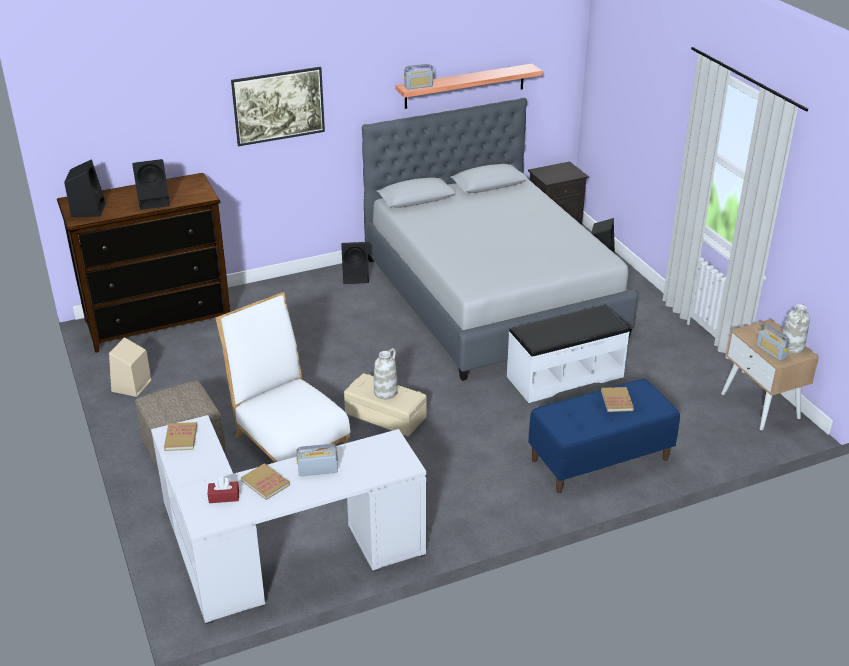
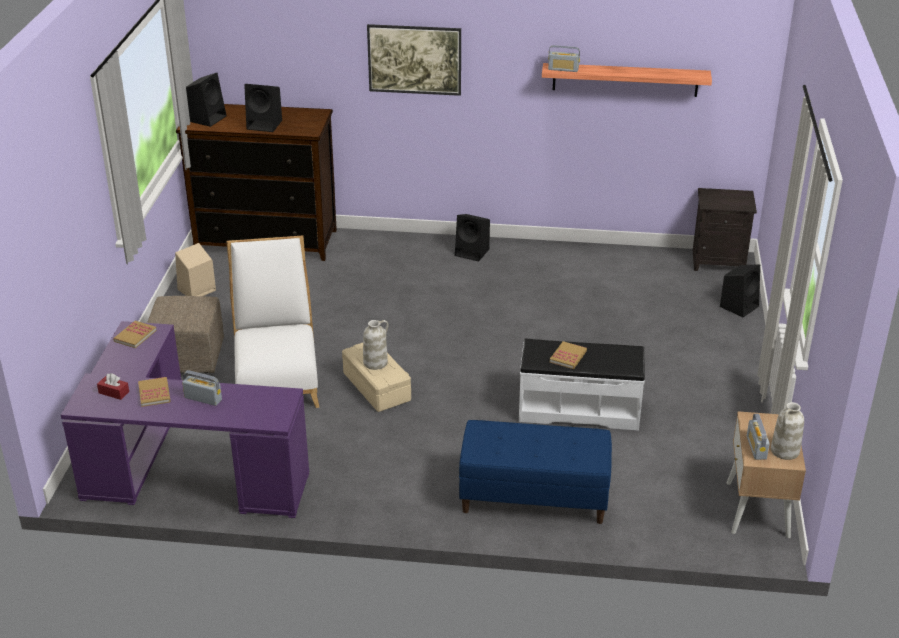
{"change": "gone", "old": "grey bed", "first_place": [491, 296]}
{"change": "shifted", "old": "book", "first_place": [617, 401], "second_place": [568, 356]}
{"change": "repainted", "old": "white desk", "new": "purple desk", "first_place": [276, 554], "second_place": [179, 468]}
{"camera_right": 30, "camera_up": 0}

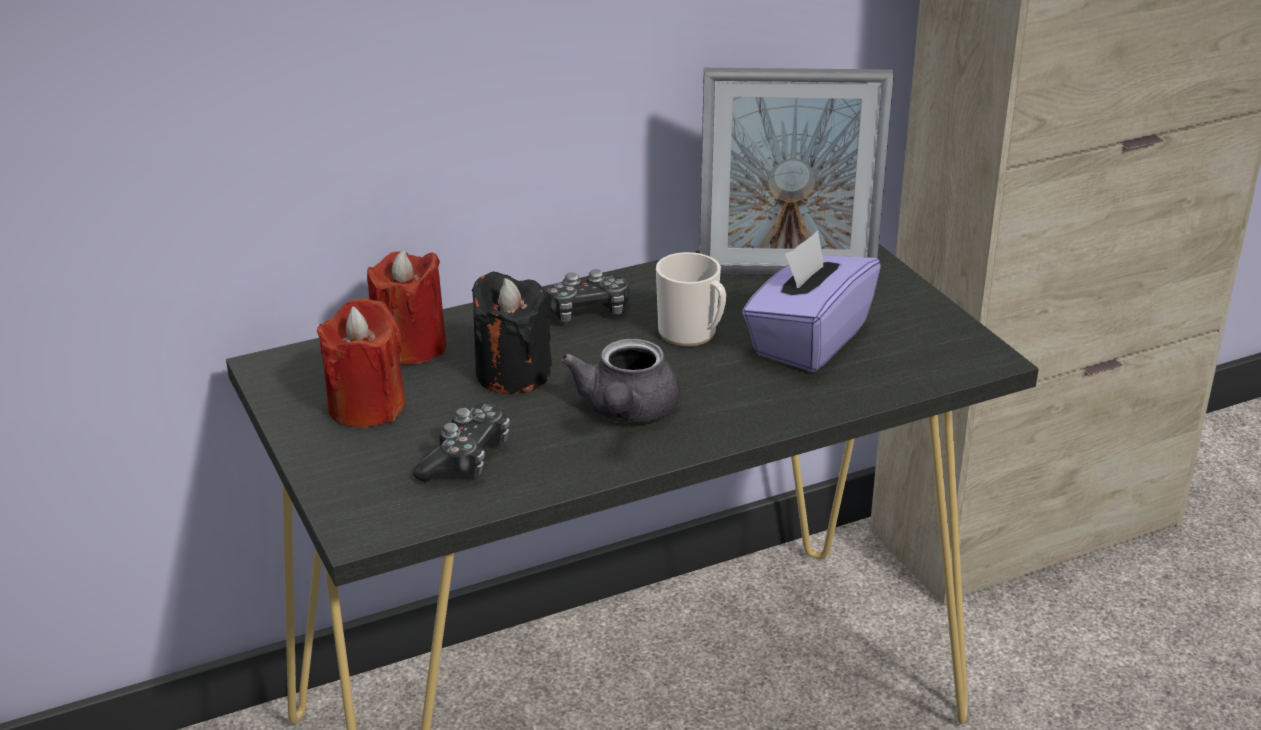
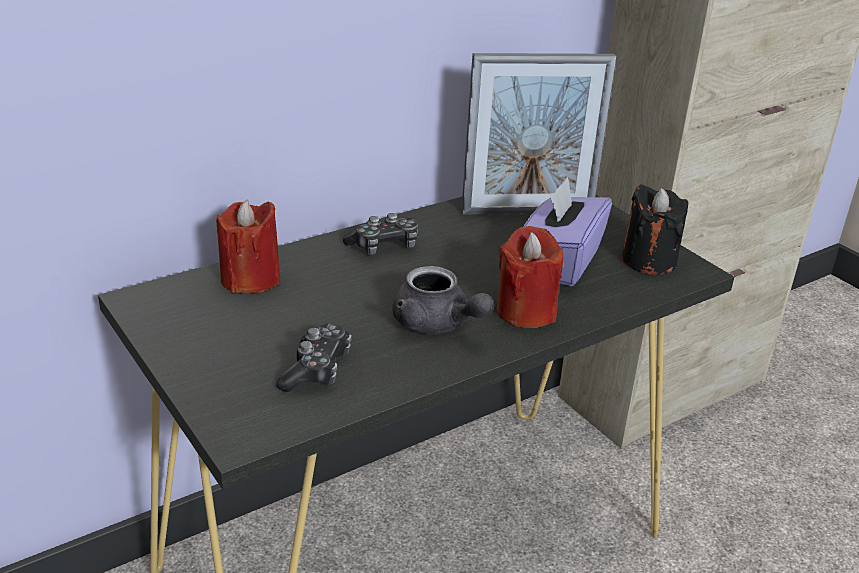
{"change": "gone", "old": "mug", "first_place": [692, 334]}
{"change": "shifted", "old": "red candle", "first_place": [366, 407], "second_place": [526, 311]}
{"change": "shifted", "old": "black candle", "first_place": [513, 374], "second_place": [648, 260]}
{"change": "rotated", "old": "grey teapot", "first_place": [626, 412], "second_place": [437, 324], "degrees": -45}
{"camera_right": -10, "camera_up": 0}

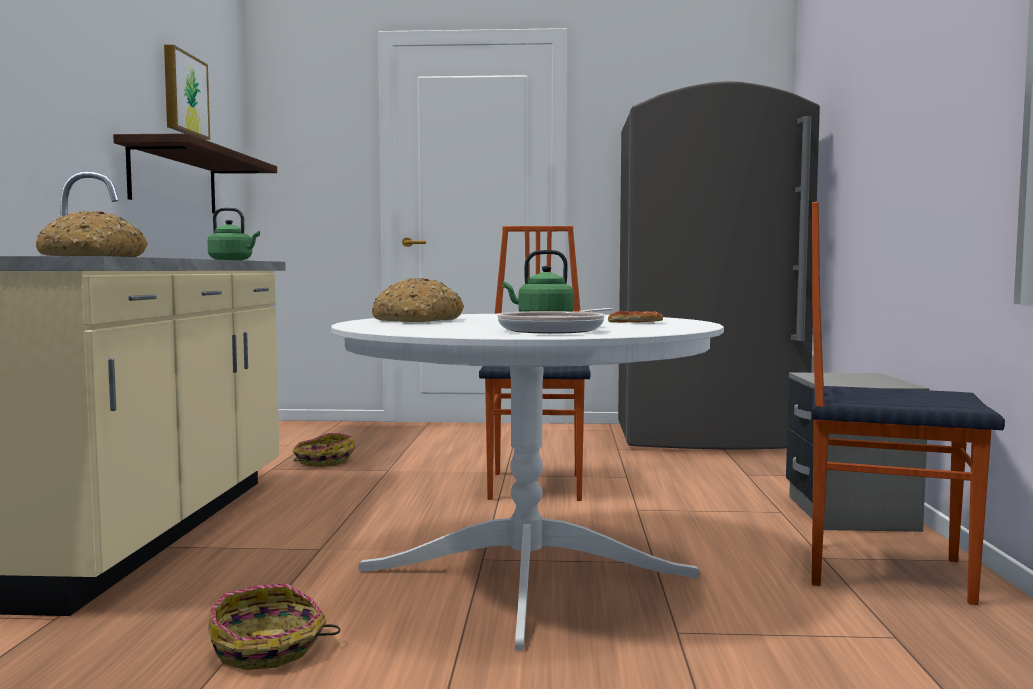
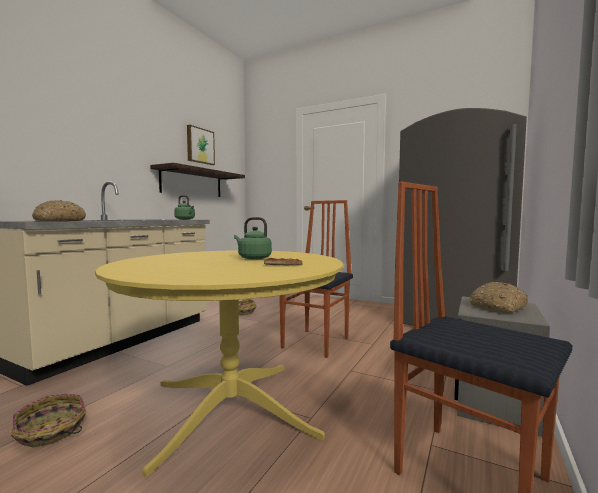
{"change": "gone", "old": "frying pan", "first_place": [556, 330]}
{"change": "shifted", "old": "bread", "first_place": [418, 320], "second_place": [498, 307]}
{"change": "repainted", "old": "white dining table", "new": "yellow dining table", "first_place": [526, 573], "second_place": [230, 408]}
{"camera_right": 25, "camera_up": 0}

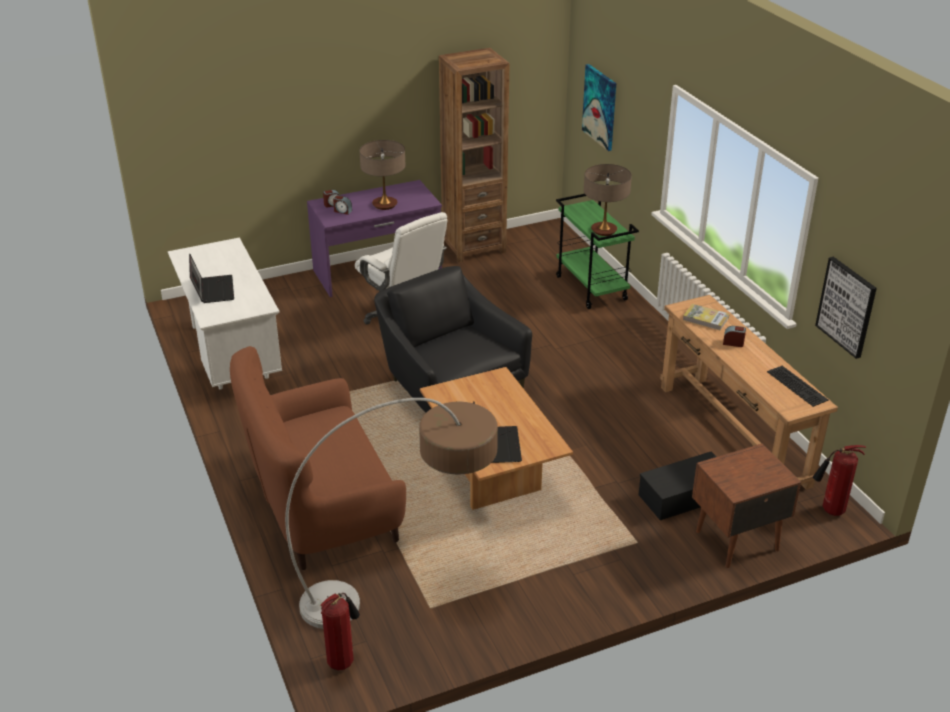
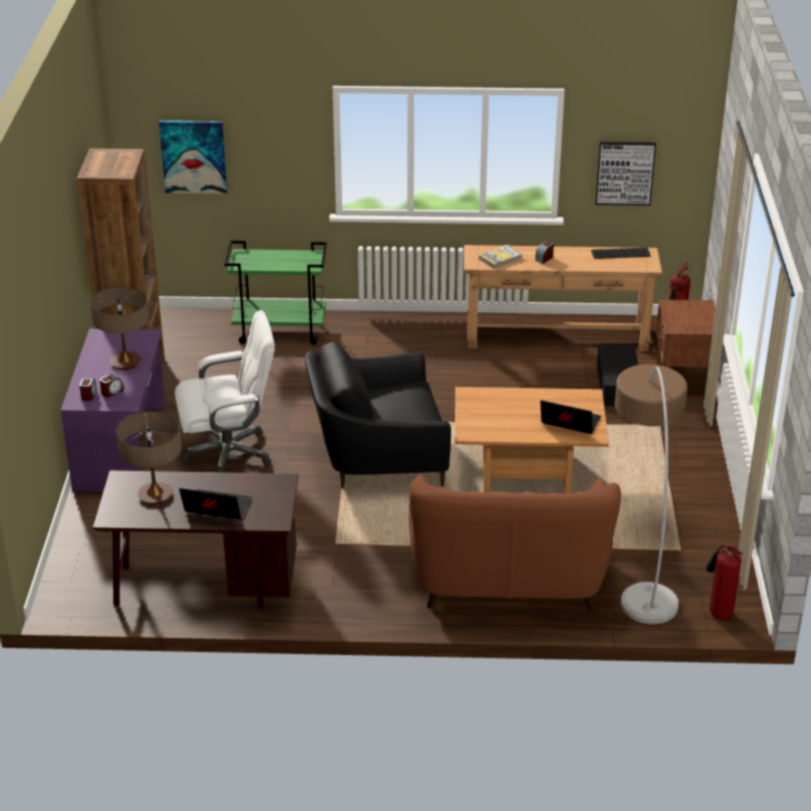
{"change": "shifted", "old": "table lamp", "first_place": [604, 230], "second_place": [155, 495]}
{"change": "repainted", "old": "white desk", "new": "brown desk", "first_place": [231, 357], "second_place": [205, 587]}
{"camera_right": -65, "camera_up": 0}

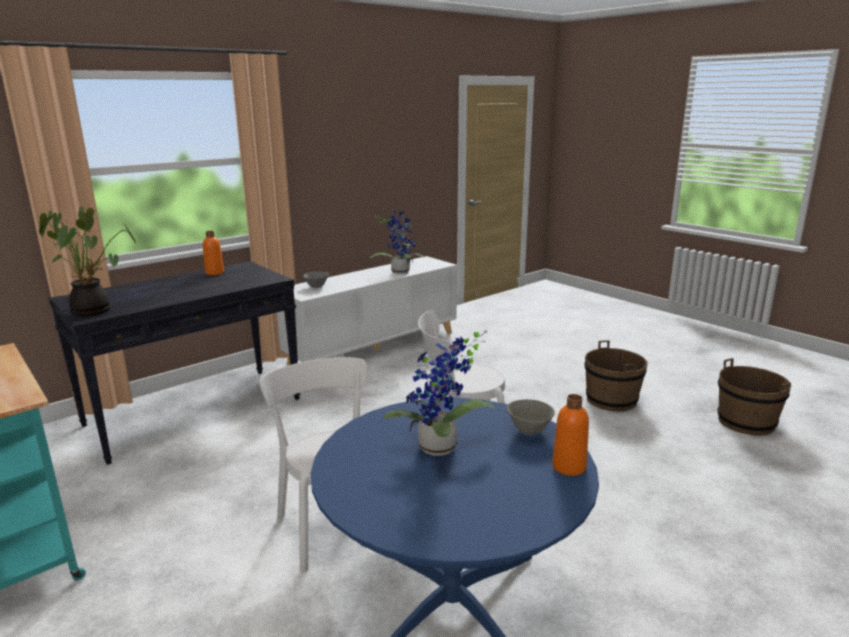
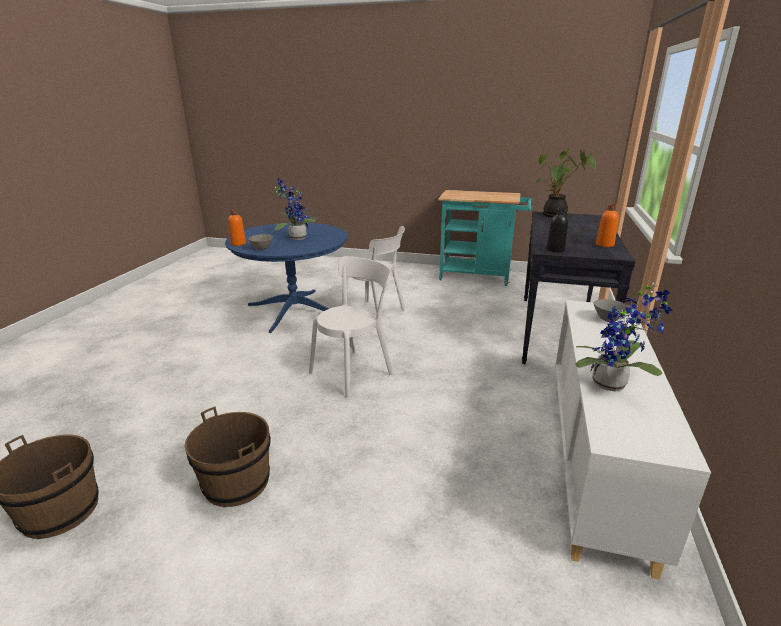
{"change": "new", "new": "black bottle", "second_place": [555, 250]}
{"camera_right": 145, "camera_up": 5}

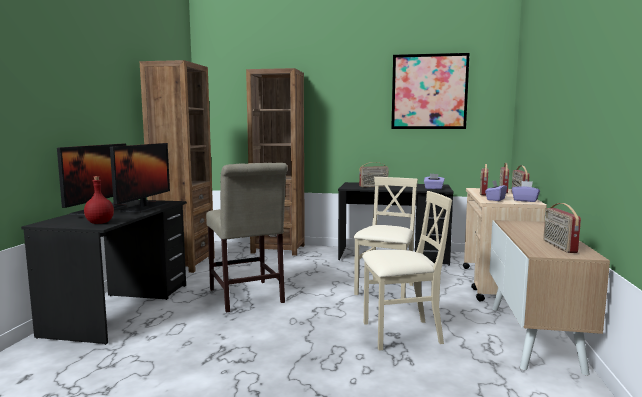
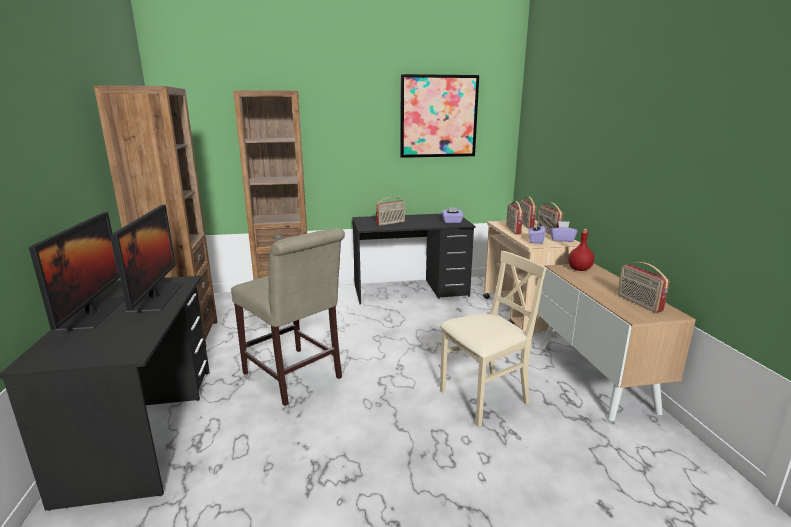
{"change": "gone", "old": "beige chair", "first_place": [386, 290]}
{"change": "shifted", "old": "red bottle", "first_place": [99, 223], "second_place": [579, 269]}
{"camera_right": -20, "camera_up": 10}

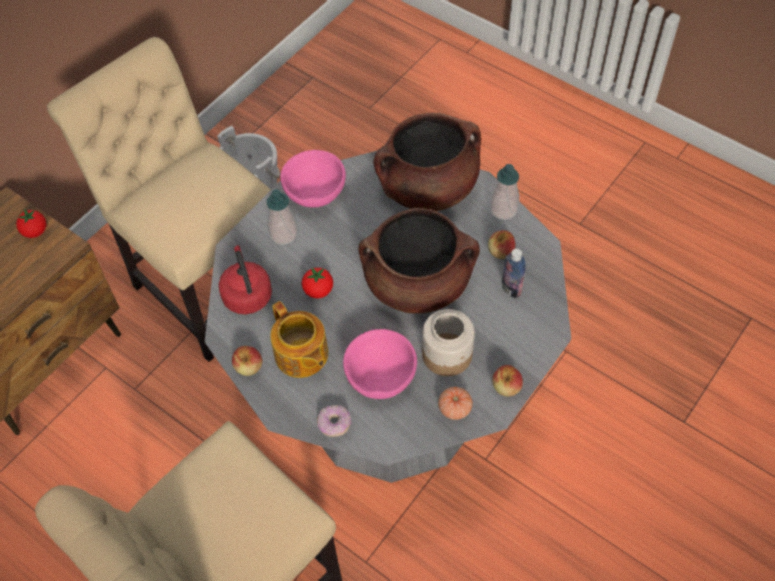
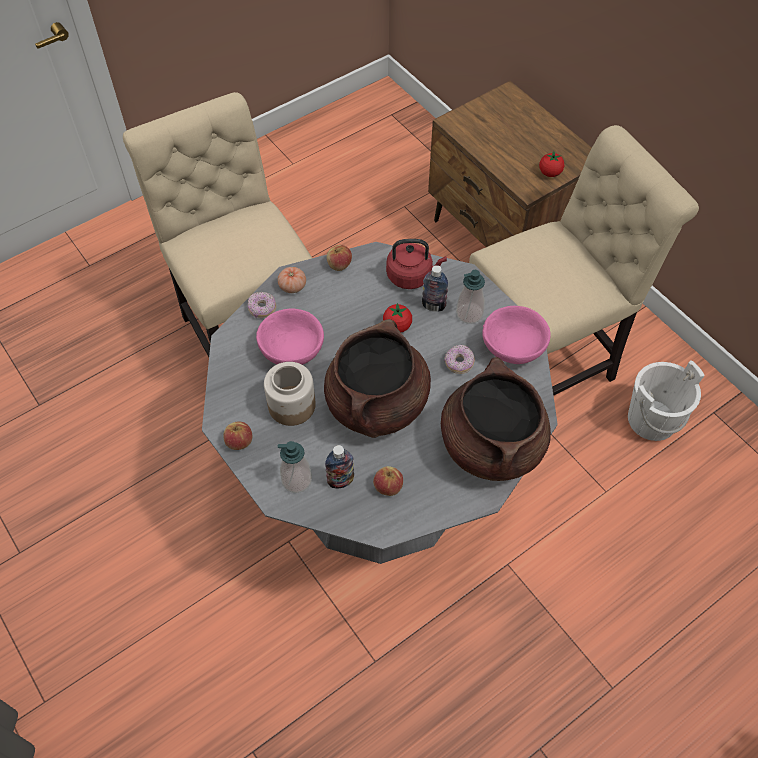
{"change": "gone", "old": "teapot", "first_place": [301, 355]}
{"change": "new", "new": "bottle", "second_place": [433, 306]}
{"change": "new", "new": "donut", "second_place": [459, 363]}
{"change": "shifted", "old": "tomato", "first_place": [454, 408], "second_place": [292, 286]}
{"change": "shifted", "old": "soap dispenser", "first_place": [503, 209], "second_place": [296, 480]}
{"camera_right": 105, "camera_up": 0}

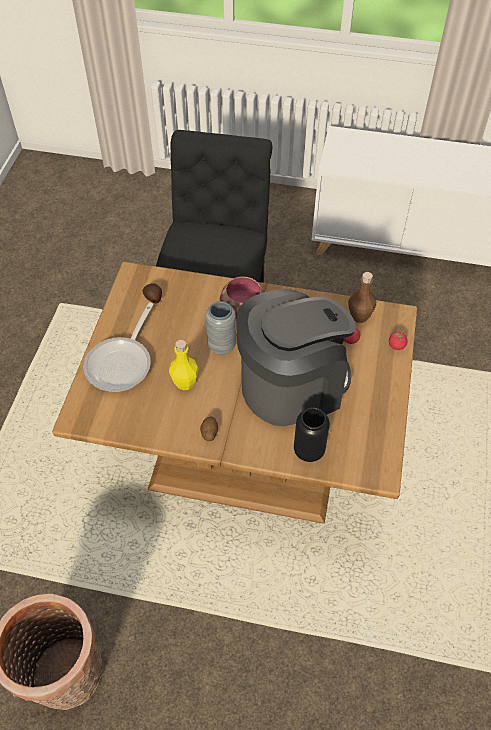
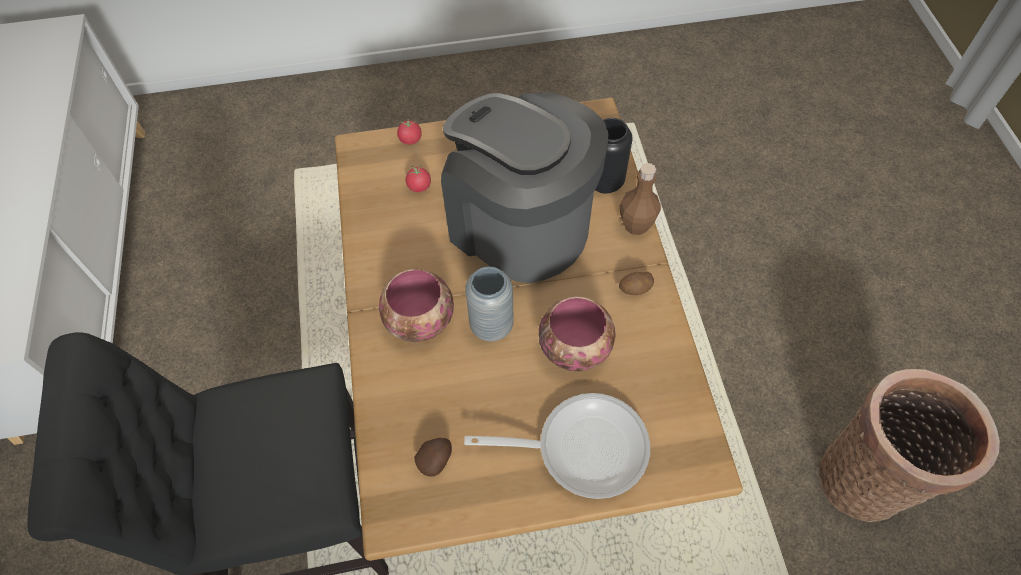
{"change": "shifted", "old": "brown bottle", "first_place": [359, 316], "second_place": [636, 225]}
{"change": "swapped", "old": "yellow bottle", "new": "bowl", "first_place": [185, 383], "second_place": [575, 347]}
{"camera_right": -110, "camera_up": 5}

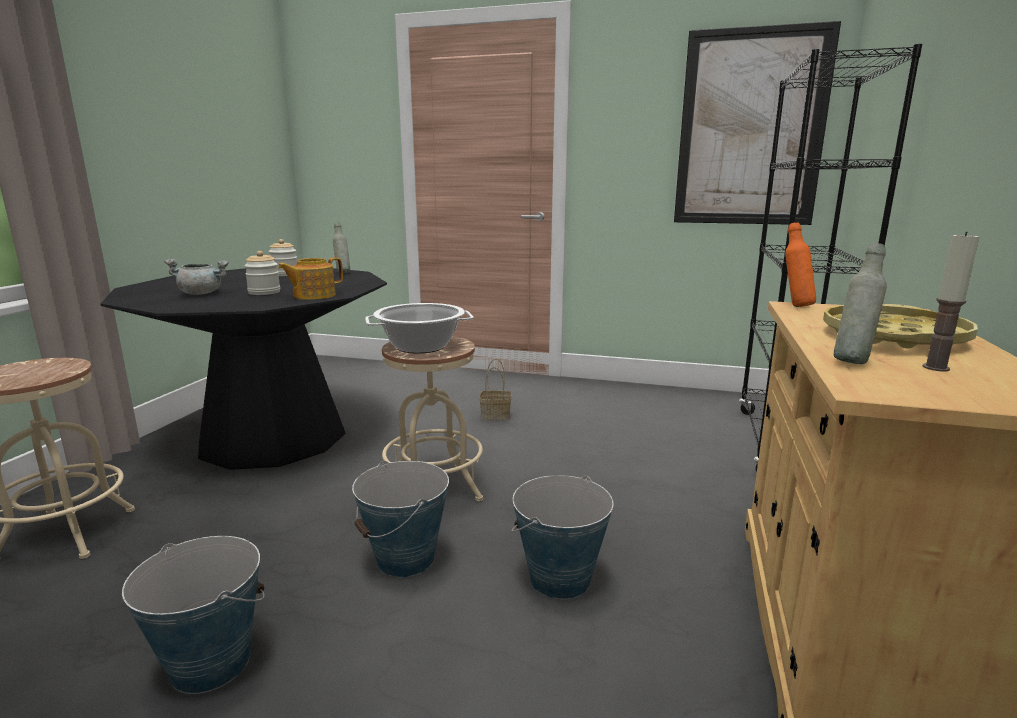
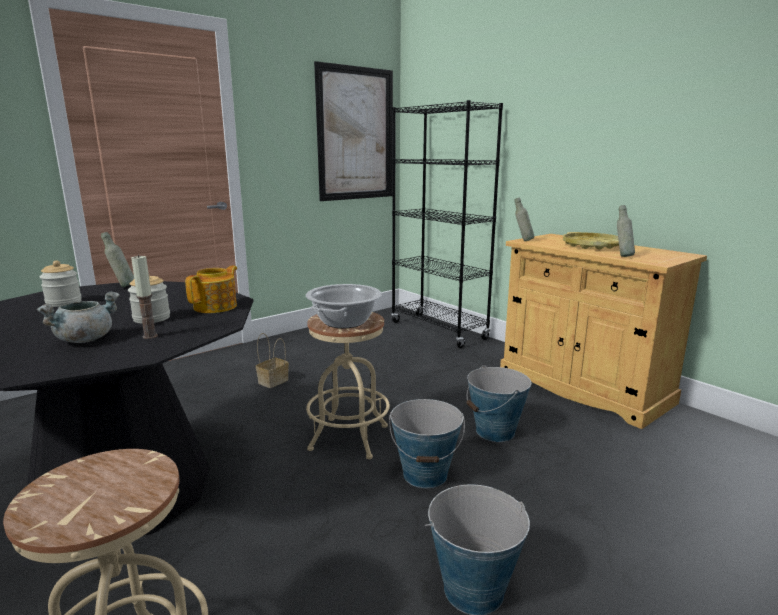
{"change": "shifted", "old": "candle", "first_place": [936, 367], "second_place": [150, 336]}
{"change": "repainted", "old": "orange bottle", "new": "grey bottle", "first_place": [795, 306], "second_place": [522, 241]}
{"change": "rotated", "old": "teapot", "first_place": [313, 296], "second_place": [216, 307], "degrees": -150}
{"camera_right": -55, "camera_up": 0}

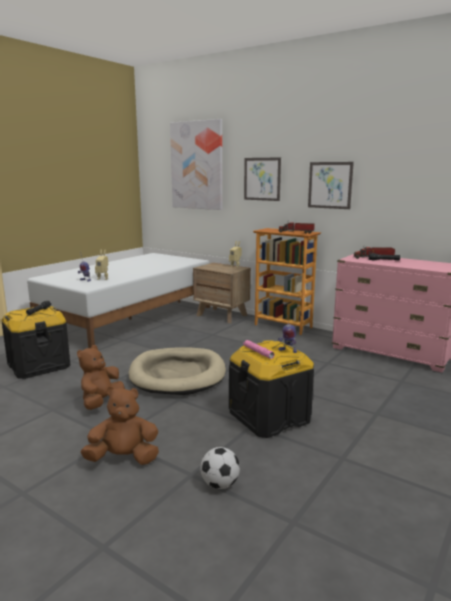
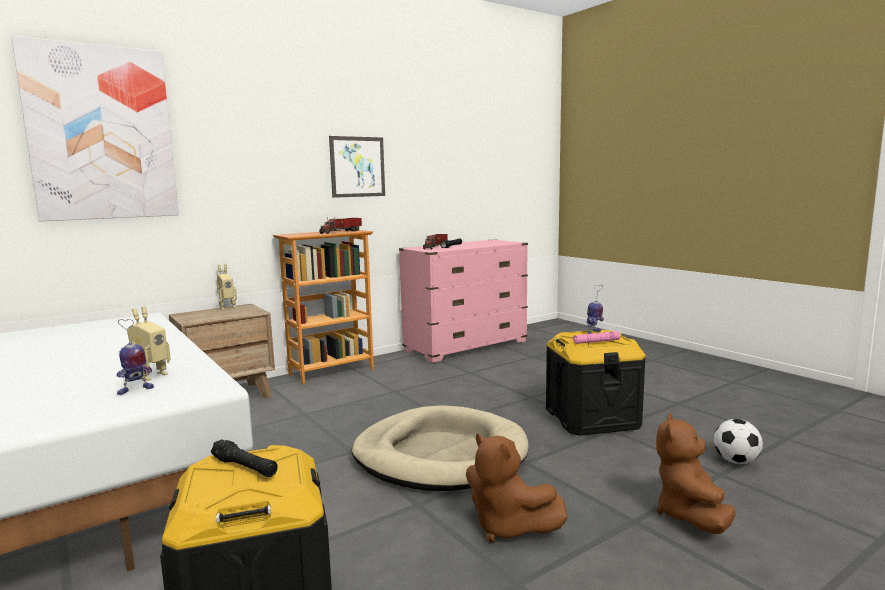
{"change": "gone", "old": "picture", "first_place": [262, 179]}
{"camera_right": -70, "camera_up": -5}

